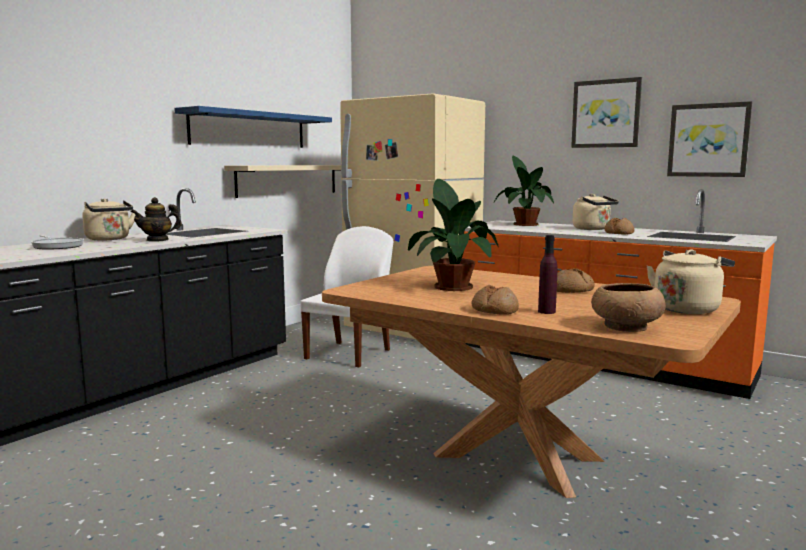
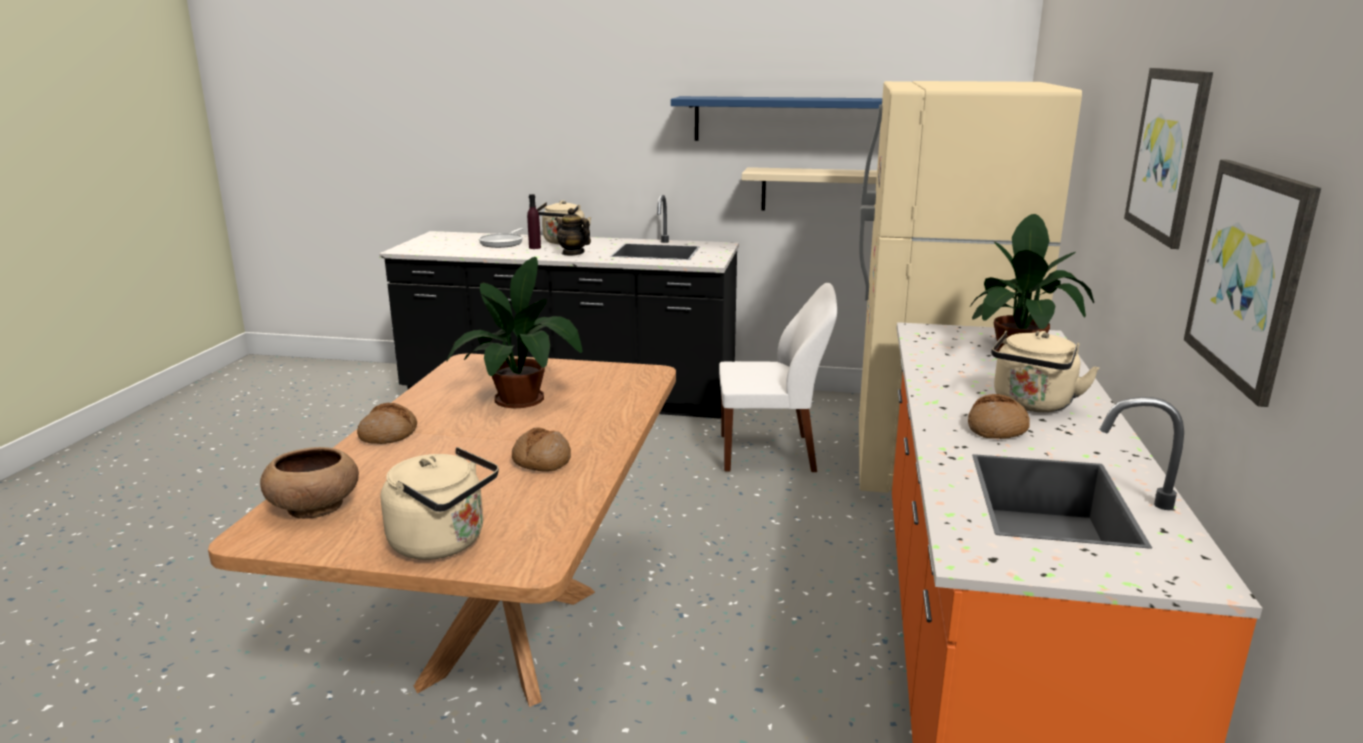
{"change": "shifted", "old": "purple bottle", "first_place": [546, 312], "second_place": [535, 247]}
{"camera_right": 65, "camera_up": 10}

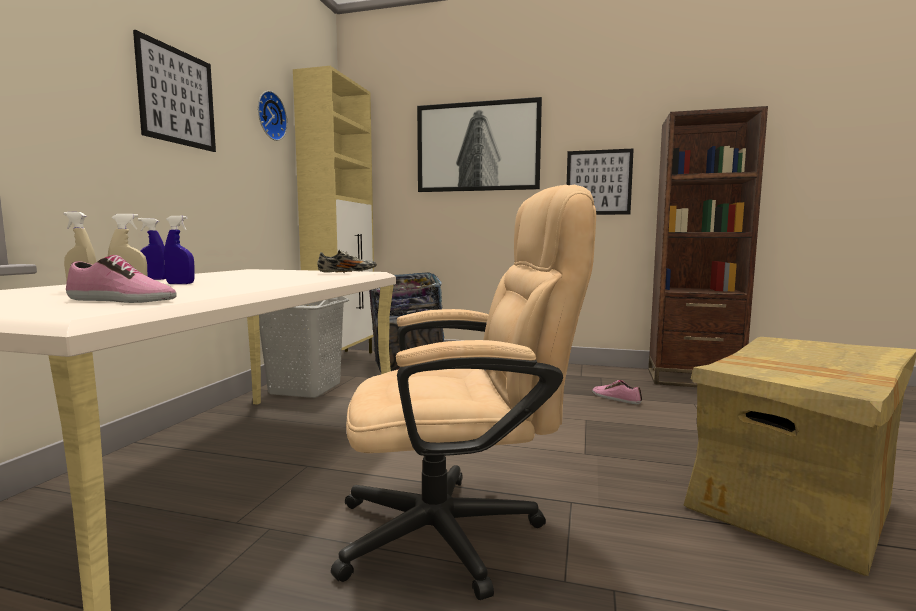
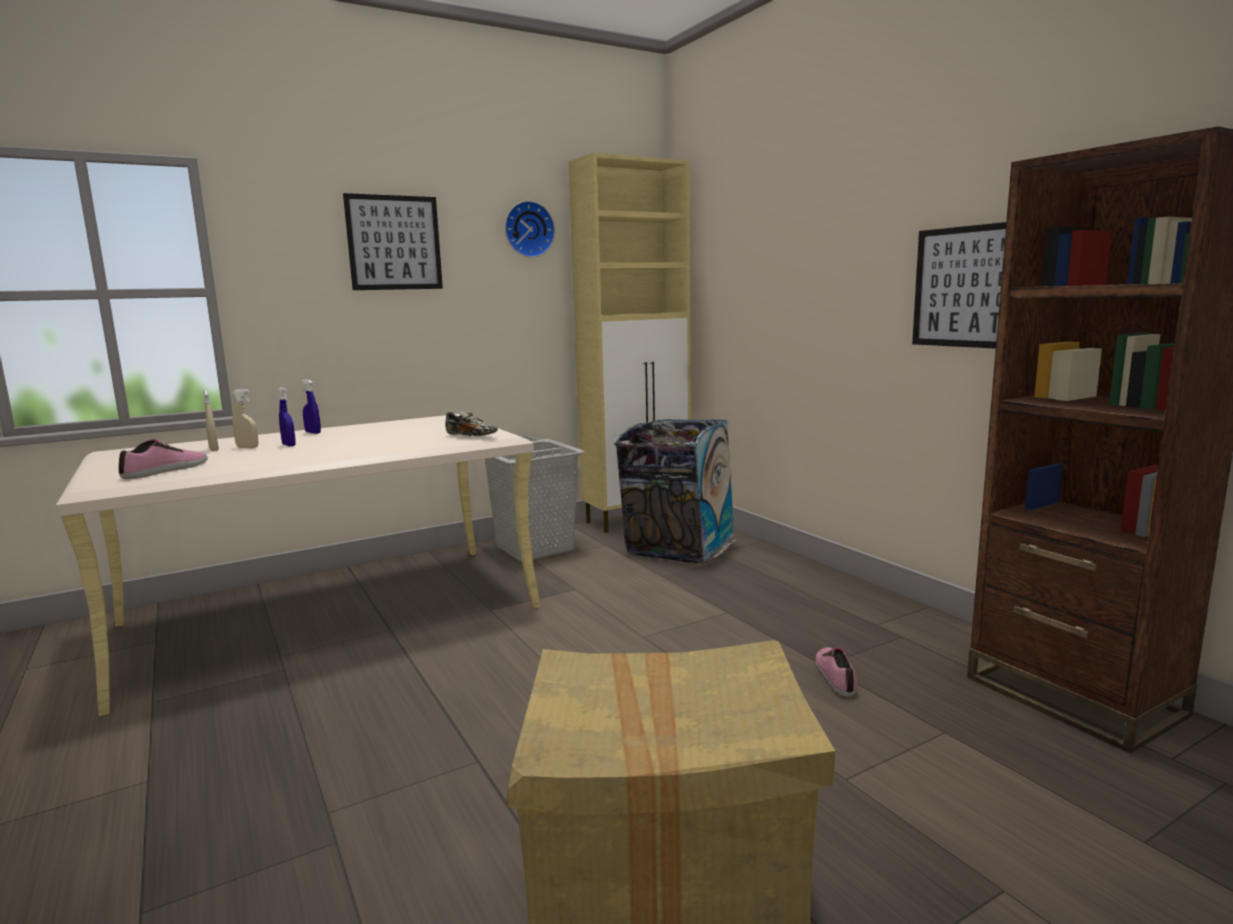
{"change": "gone", "old": "beige office chair", "first_place": [459, 531]}
{"change": "gone", "old": "picture", "first_place": [477, 147]}
{"change": "rotated", "old": "shoe", "first_place": [121, 300], "second_place": [166, 470], "degrees": -120}
{"camera_right": 45, "camera_up": 5}

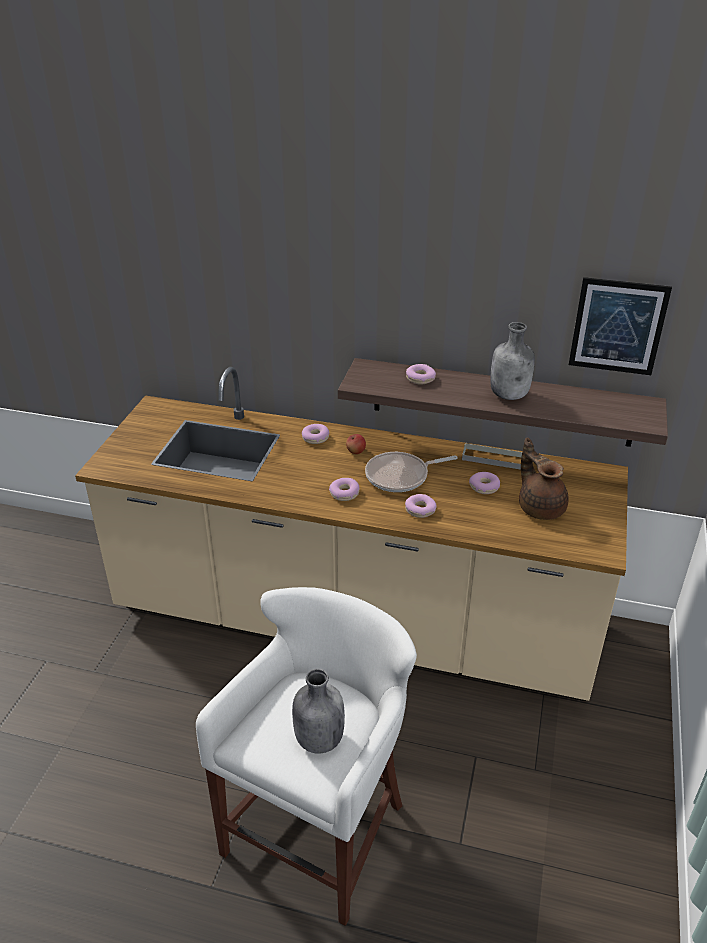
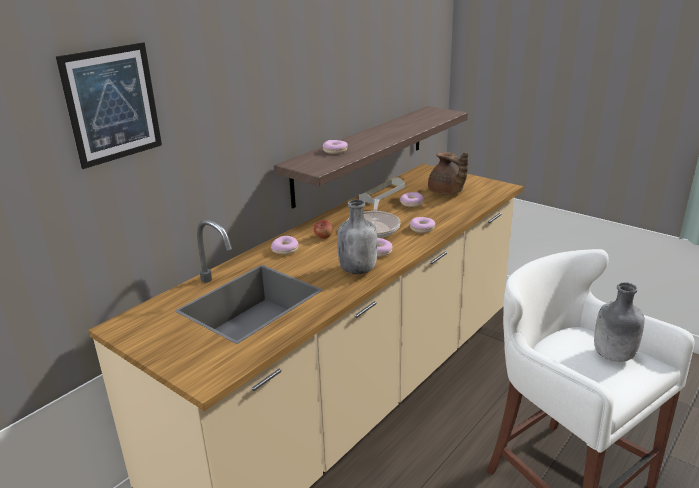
{"change": "shifted", "old": "grey bottle", "first_place": [509, 395], "second_place": [358, 270]}
{"change": "shifted", "old": "picture", "first_place": [618, 326], "second_place": [112, 104]}
{"change": "rotated", "old": "brown teapot", "first_place": [540, 506], "second_place": [446, 193], "degrees": -120}
{"camera_right": -65, "camera_up": -10}

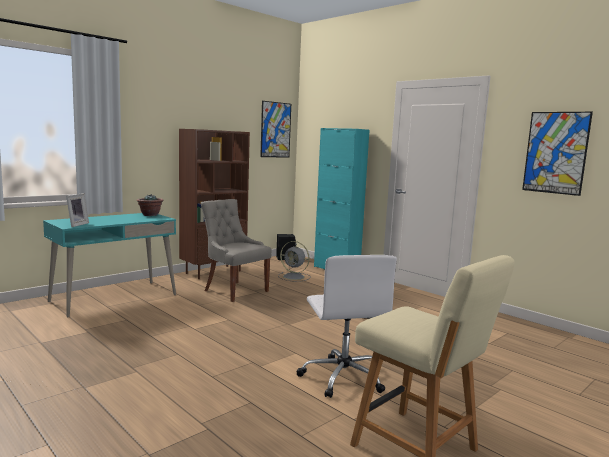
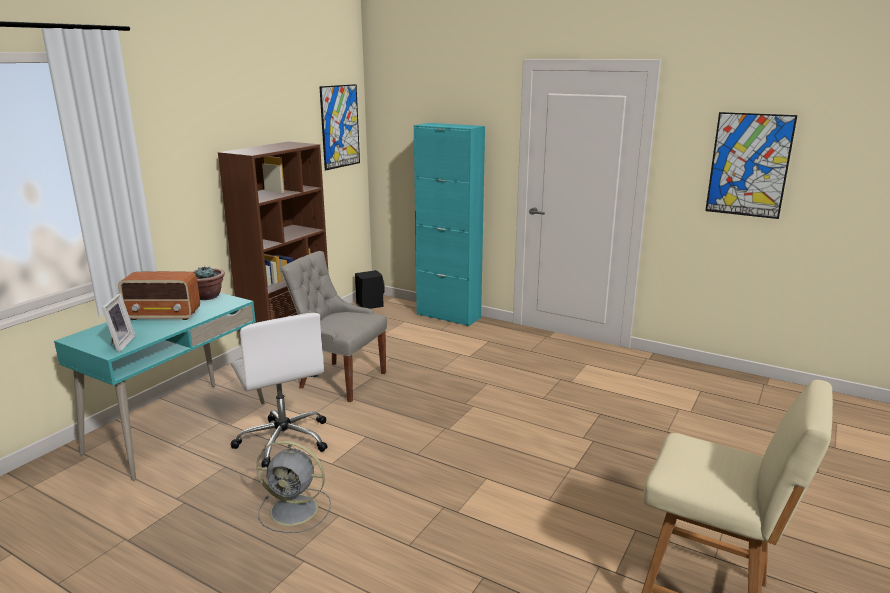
{"change": "new", "new": "radio", "second_place": [164, 316]}
{"change": "shifted", "old": "grey fan", "first_place": [294, 277], "second_place": [296, 510]}
{"change": "shifted", "old": "white office chair", "first_place": [343, 377], "second_place": [284, 440]}
{"camera_right": -15, "camera_up": 10}

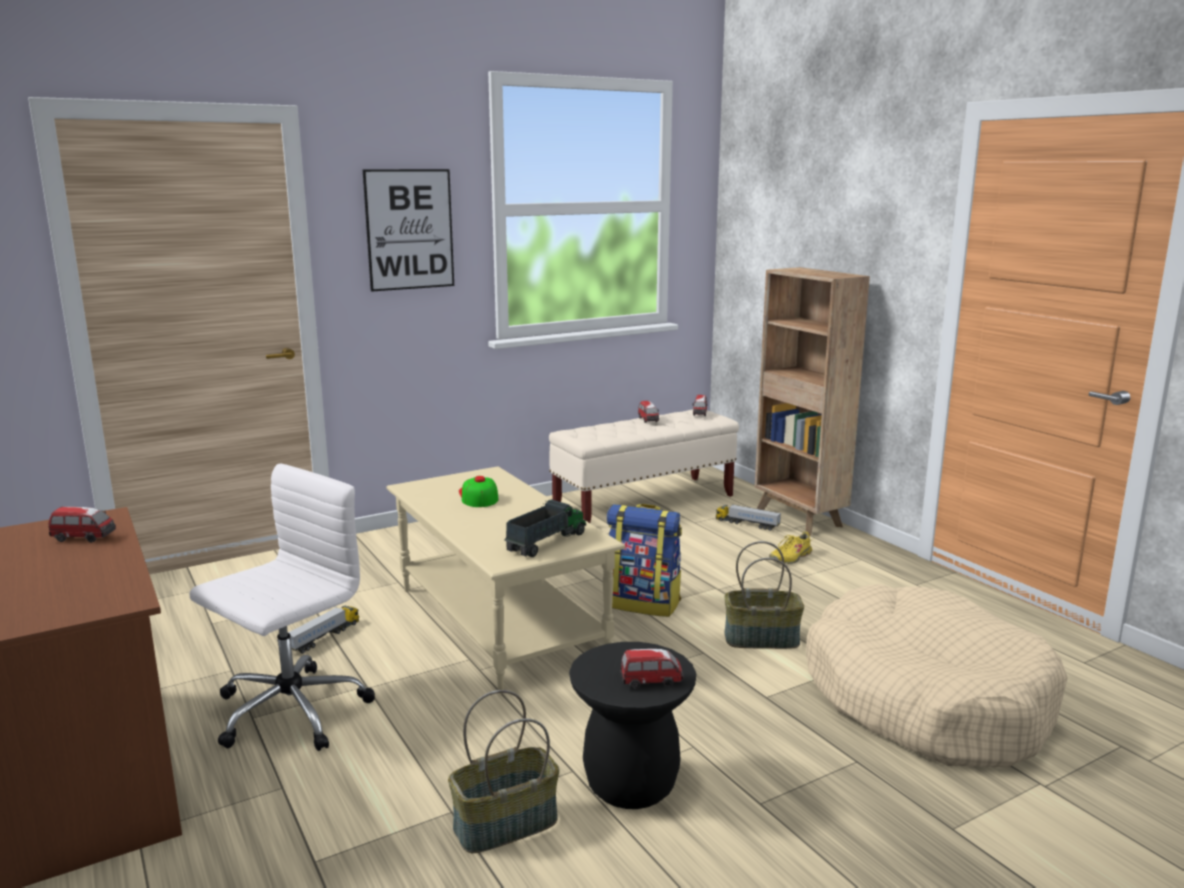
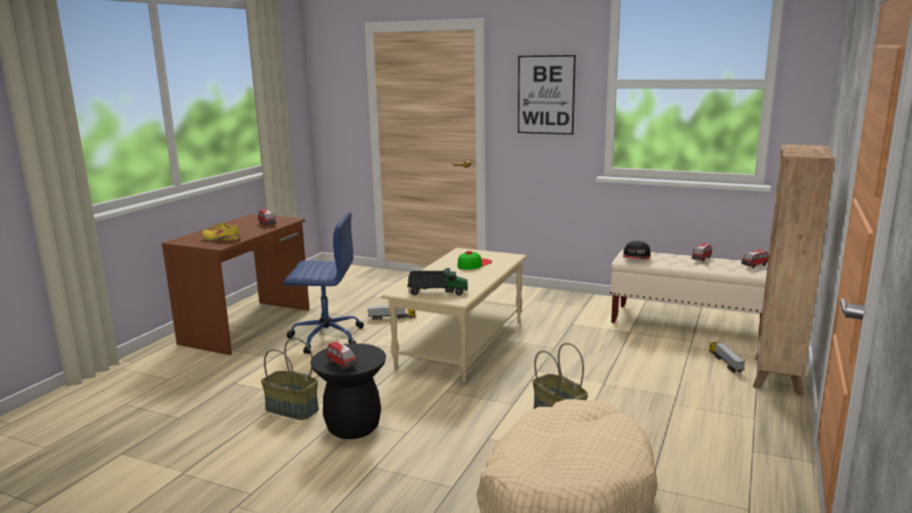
{"change": "gone", "old": "backpack", "first_place": [643, 603]}
{"change": "new", "new": "cap", "second_place": [636, 257]}
{"change": "shifted", "old": "yellow shoe", "first_place": [790, 557], "second_place": [221, 239]}
{"change": "repainted", "old": "white office chair", "new": "blue office chair", "first_place": [289, 712], "second_place": [325, 337]}
{"camera_right": 55, "camera_up": 0}

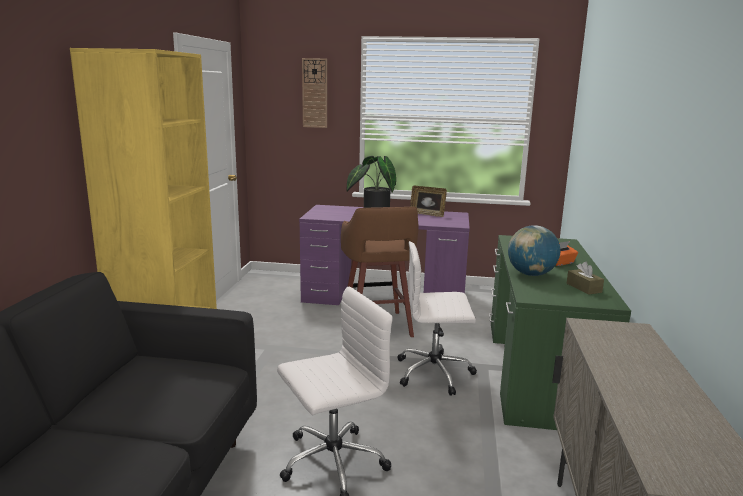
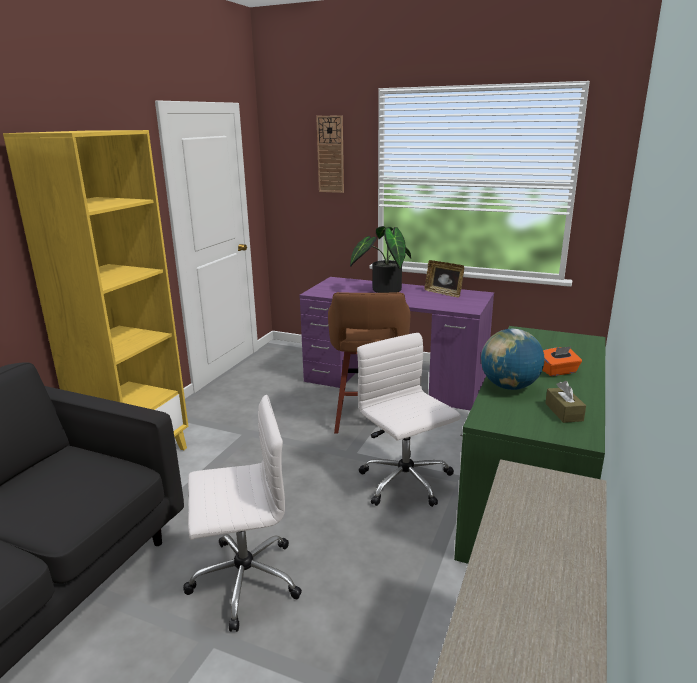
{"change": "rotated", "old": "white office chair", "first_place": [435, 373], "second_place": [406, 482], "degrees": 45}
{"camera_right": 15, "camera_up": 5}

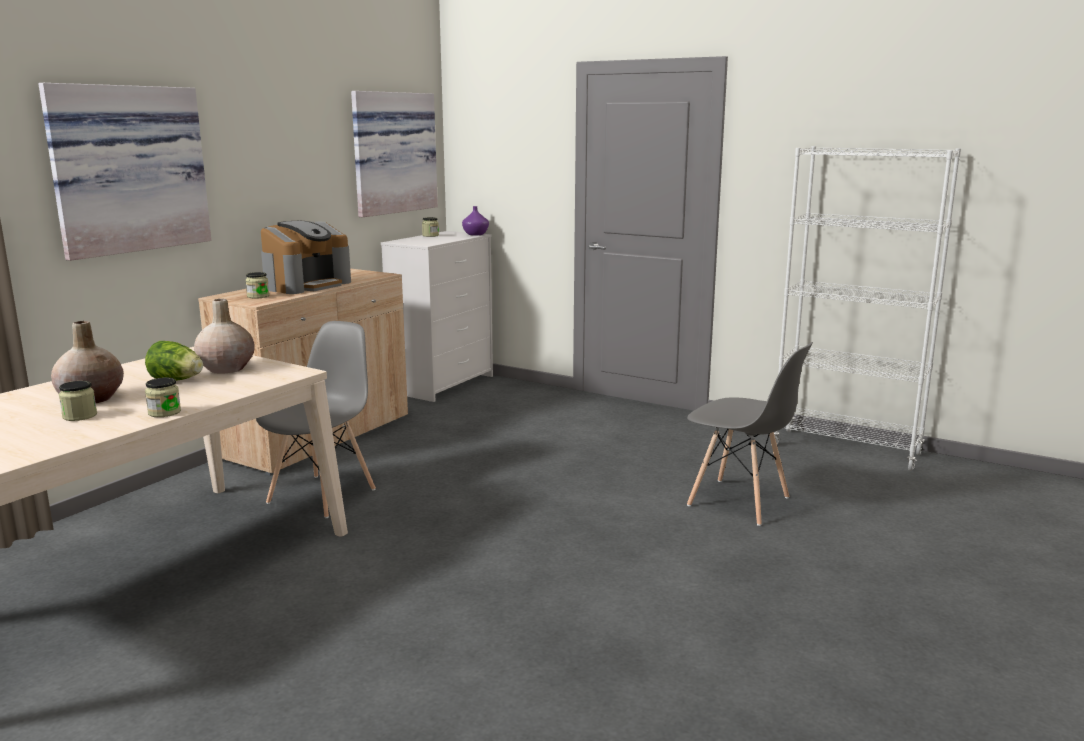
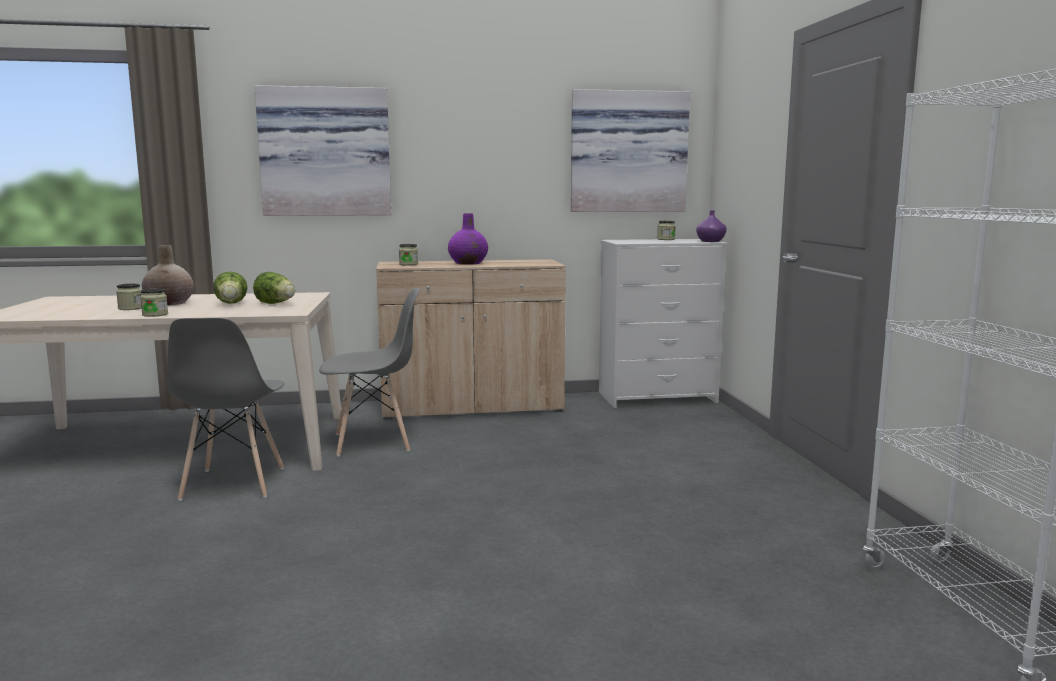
{"change": "shifted", "old": "grey chair", "first_place": [739, 502], "second_place": [233, 484]}
{"change": "swapped", "old": "beige vase", "new": "lettuce", "first_place": [226, 368], "second_place": [276, 304]}
{"change": "swapped", "old": "coffee machine", "new": "purple vase", "first_place": [307, 285], "second_place": [468, 263]}
{"camera_right": 50, "camera_up": -5}

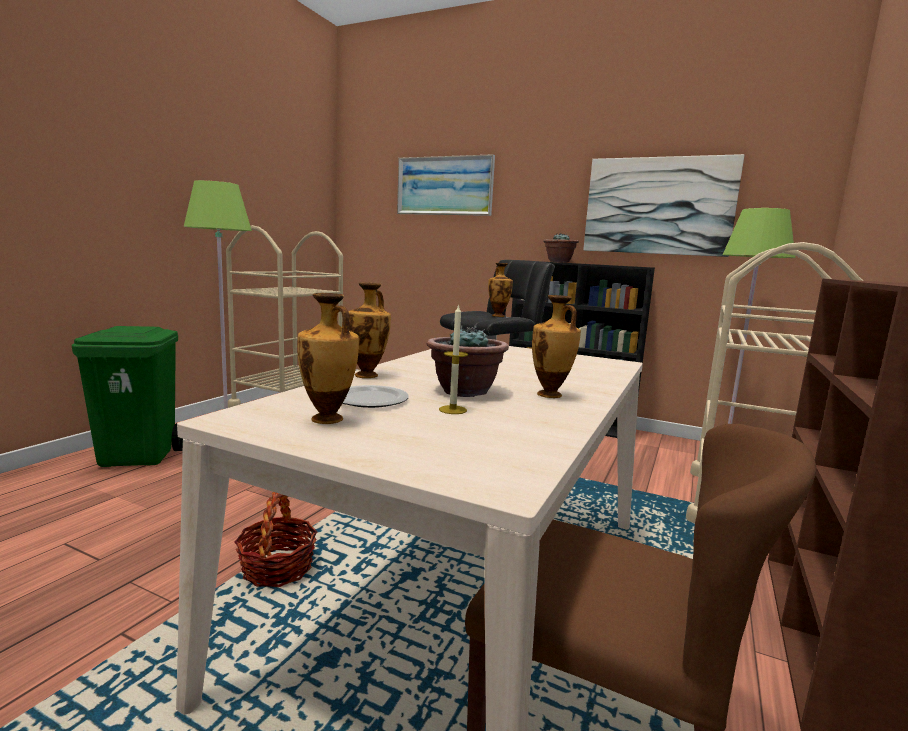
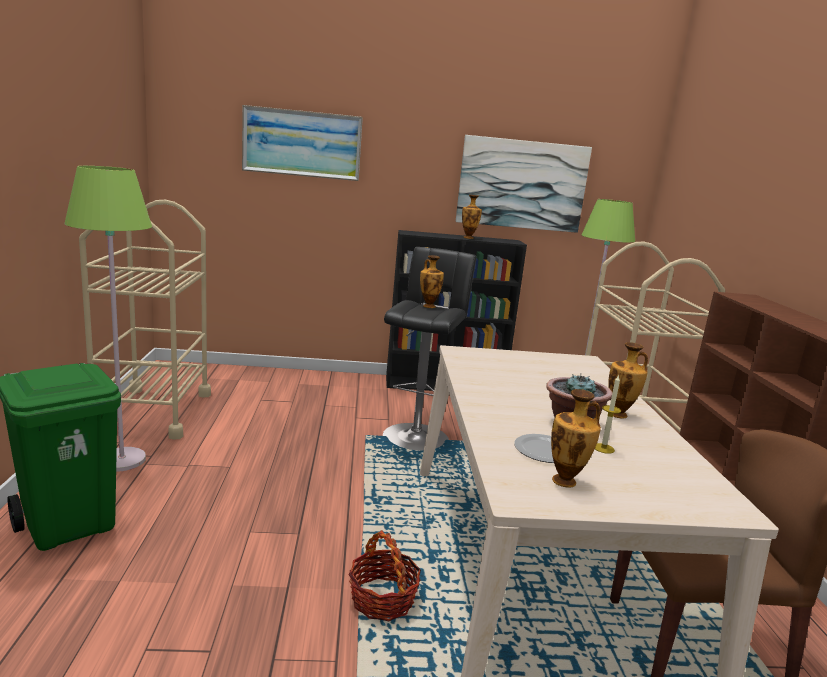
{"change": "gone", "old": "potted plant", "first_place": [559, 262]}
{"change": "shifted", "old": "vase", "first_place": [368, 375], "second_place": [468, 237]}
{"camera_right": -30, "camera_up": 5}

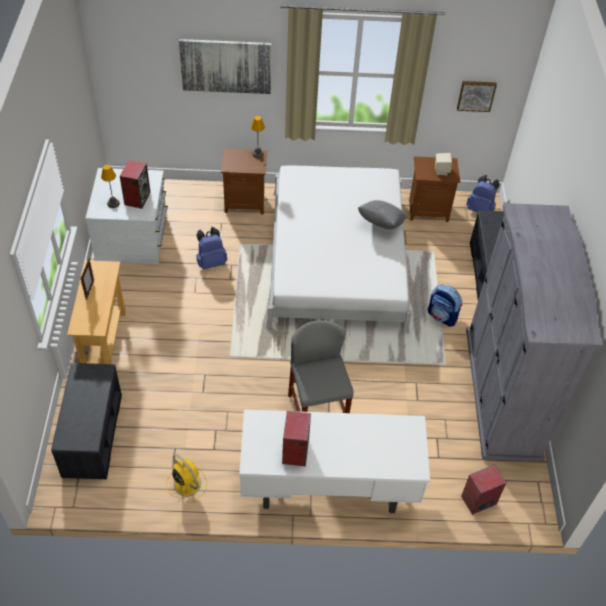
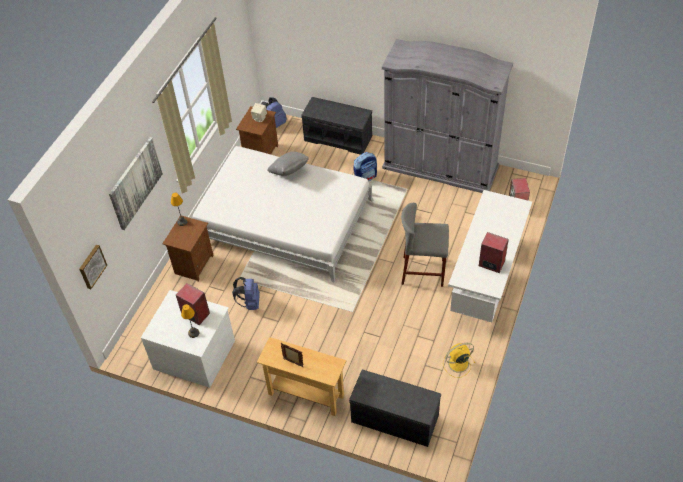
{"change": "shifted", "old": "picture", "first_place": [476, 95], "second_place": [91, 266]}
{"camera_right": -65, "camera_up": 0}

